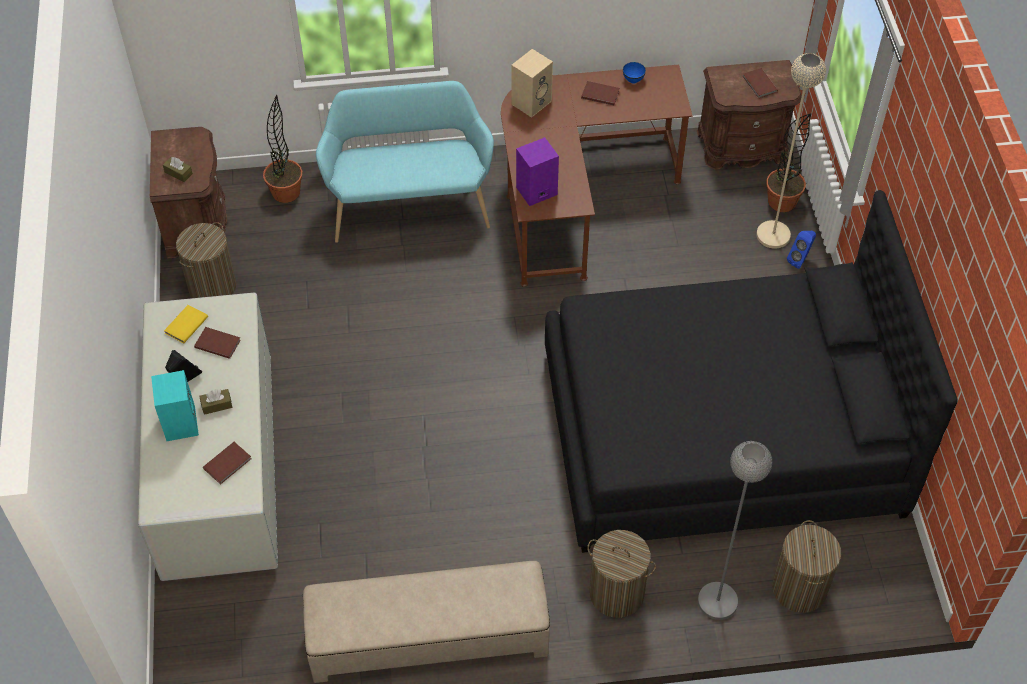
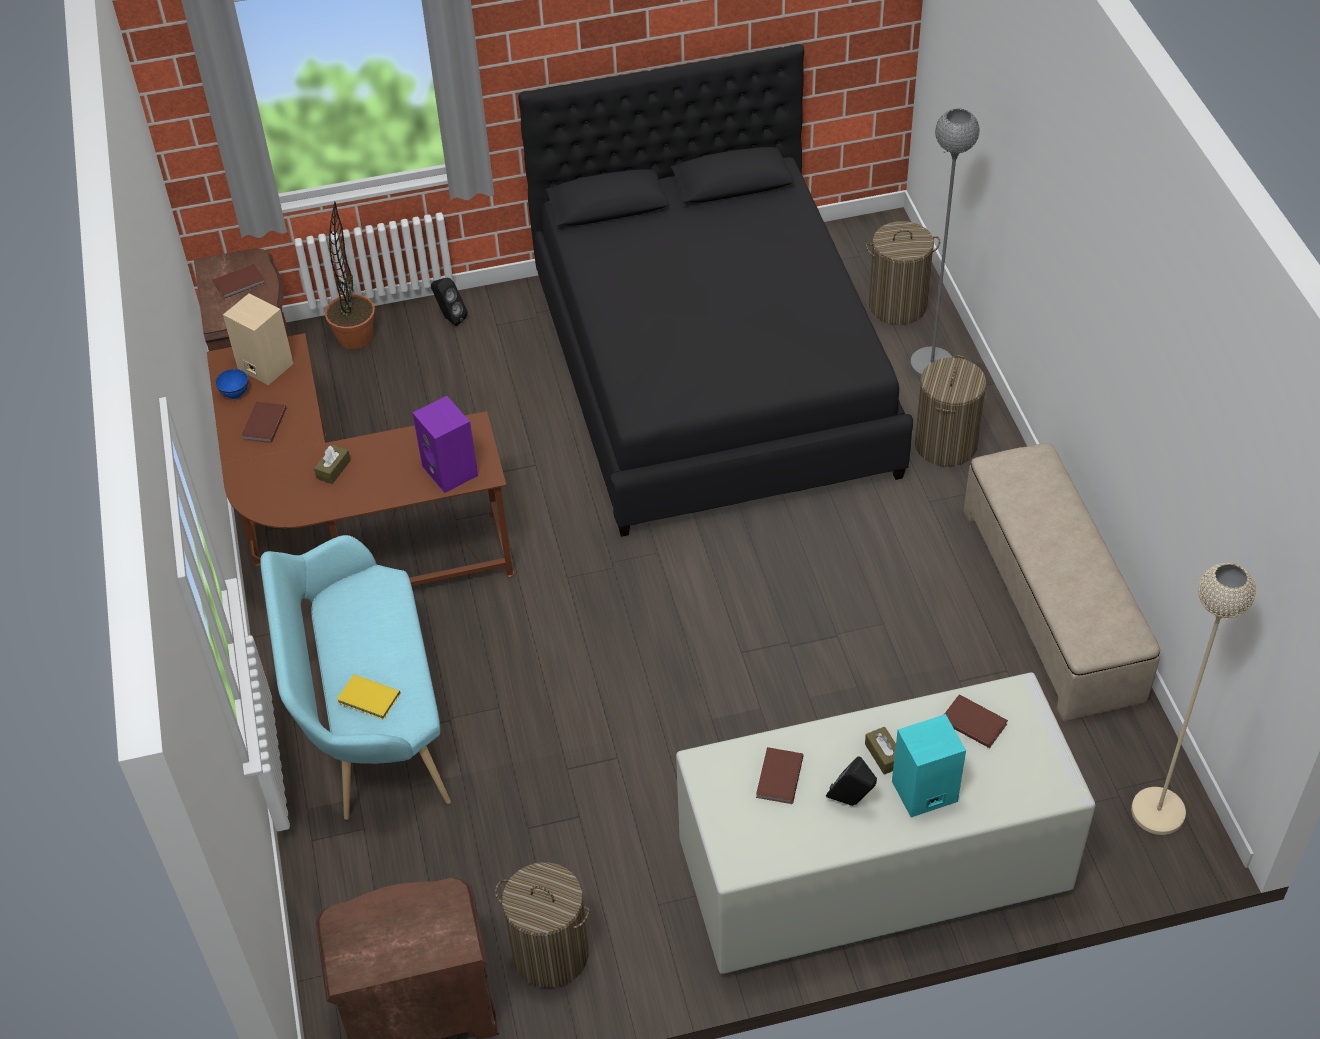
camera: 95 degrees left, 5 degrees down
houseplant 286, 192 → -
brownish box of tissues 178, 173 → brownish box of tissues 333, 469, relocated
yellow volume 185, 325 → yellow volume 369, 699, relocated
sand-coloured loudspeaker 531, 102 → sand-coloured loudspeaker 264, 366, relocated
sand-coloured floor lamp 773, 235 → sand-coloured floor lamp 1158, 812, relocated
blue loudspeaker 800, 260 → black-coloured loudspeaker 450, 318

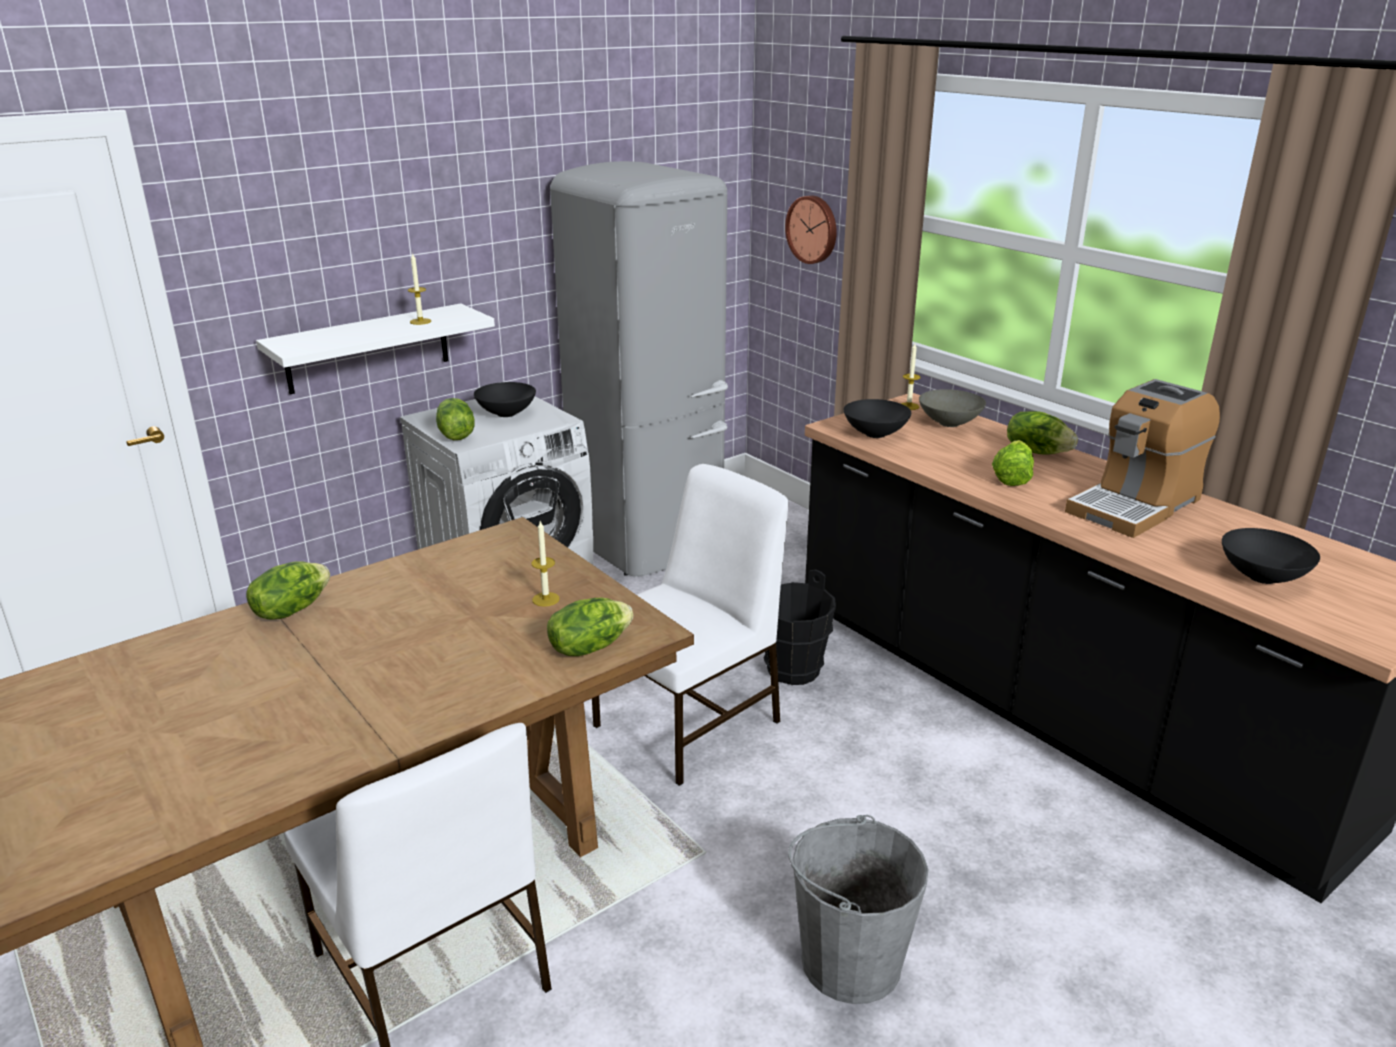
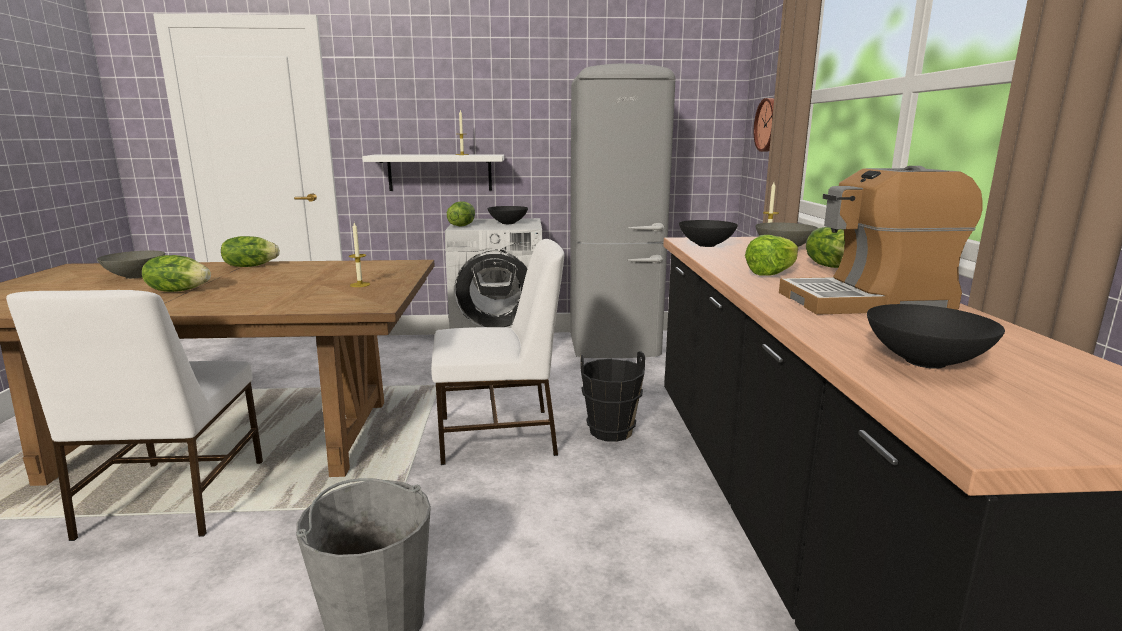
camera: 35 degrees right, 10 degrees down
- → greyish bowl 135, 276
head of lettuce 589, 647 → head of lettuce 178, 290, relocated

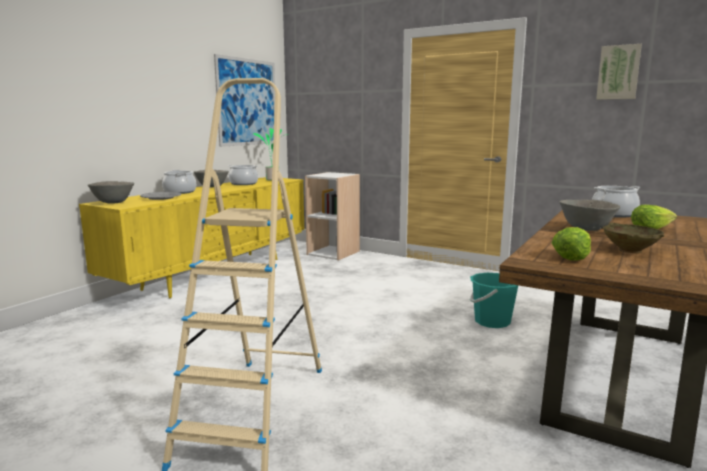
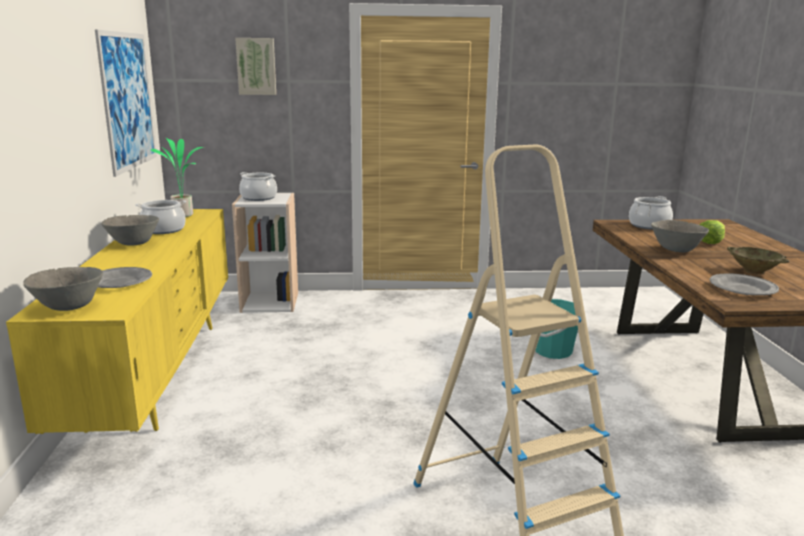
camera: 35 degrees left, 5 degrees up
cooking pot 180, 192 → cooking pot 259, 198, relocated
picture 618, 72 → picture 256, 66, relocated
head of lettuce 571, 257 → greyish plate 742, 289

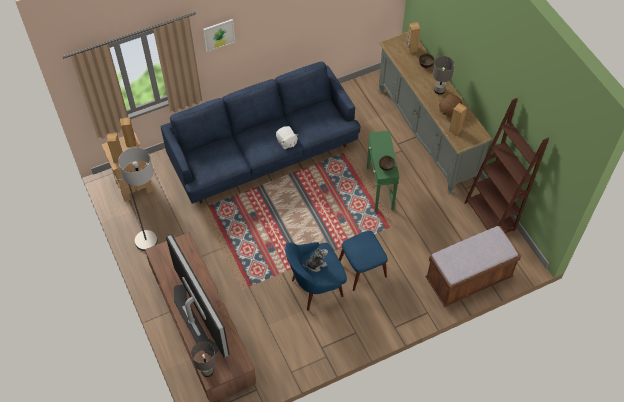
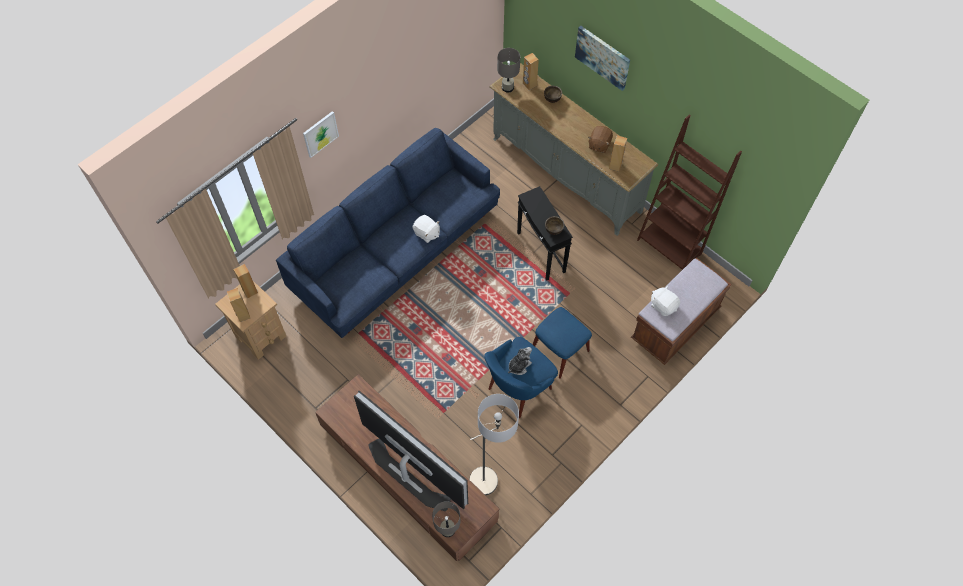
camera: 20 degrees left, 5 degrees up
- → picture 602, 57
- → white soft toy 663, 305
greyish floor lamp 153, 240 → greyish floor lamp 491, 477, relocated
greyish table lamp 439, 90 → greyish table lamp 507, 87, relocated
green accent table 379, 188 → black-coloured accent table 540, 252

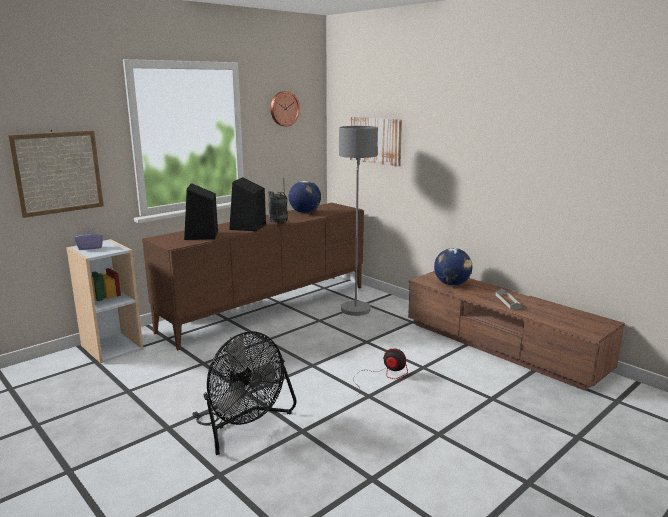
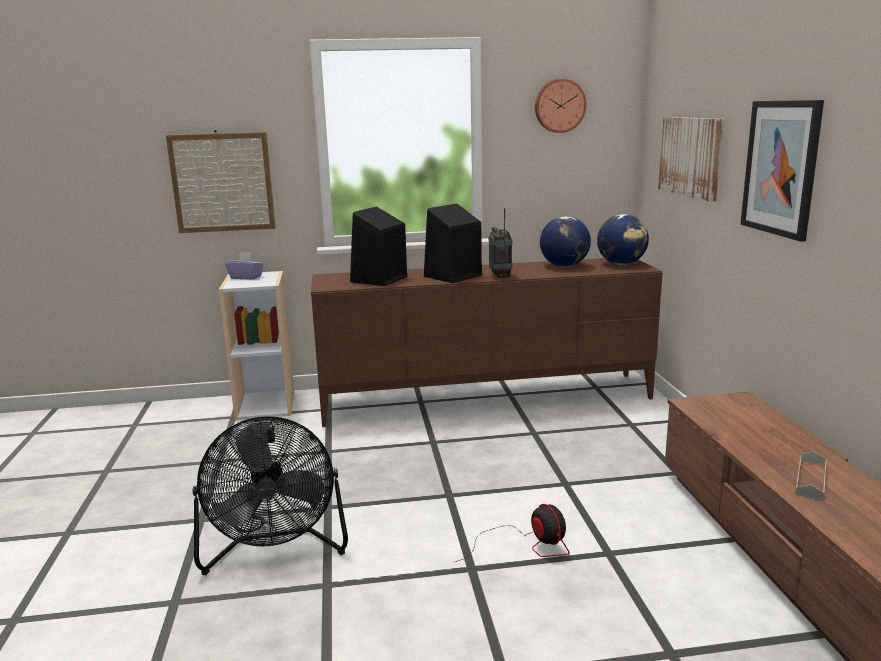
camera: 35 degrees right, 0 degrees up
greyish floor lamp 355, 306 → -
- → picture 781, 168
globe 452, 284 → globe 621, 264, relocated

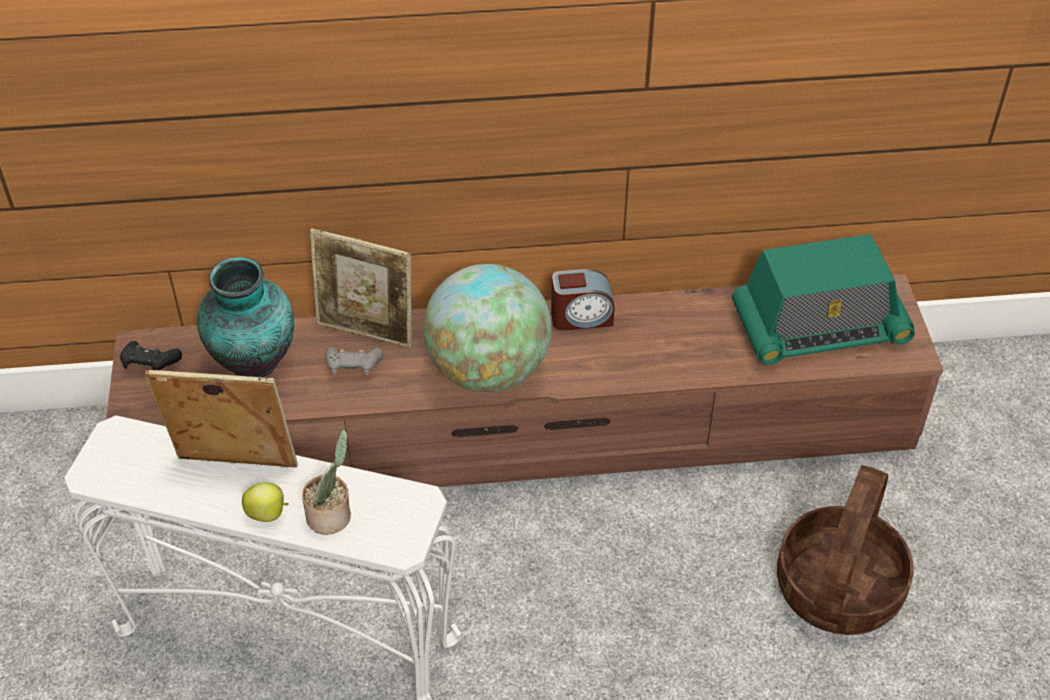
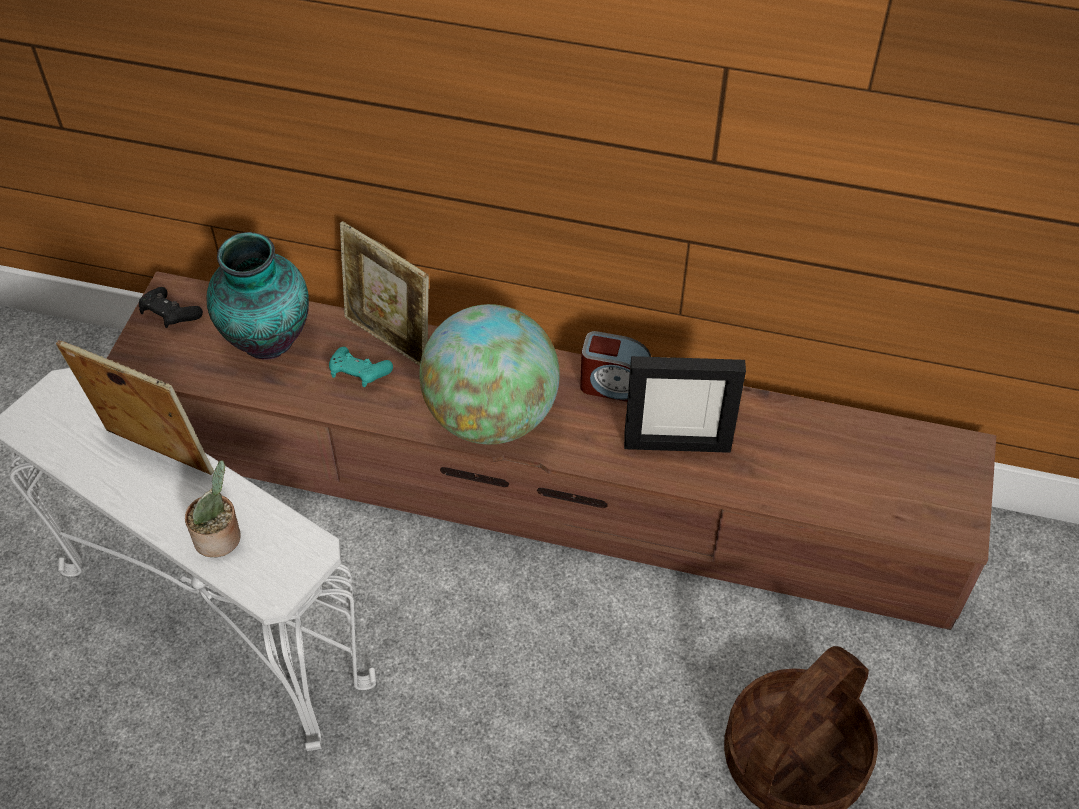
camera: 20 degrees right, 5 degrees up
apple fruit 268, 514 → -
radio 819, 327 → -
- → standing frame 677, 443
greyish game controller 353, 368 → turquoise game controller 359, 374

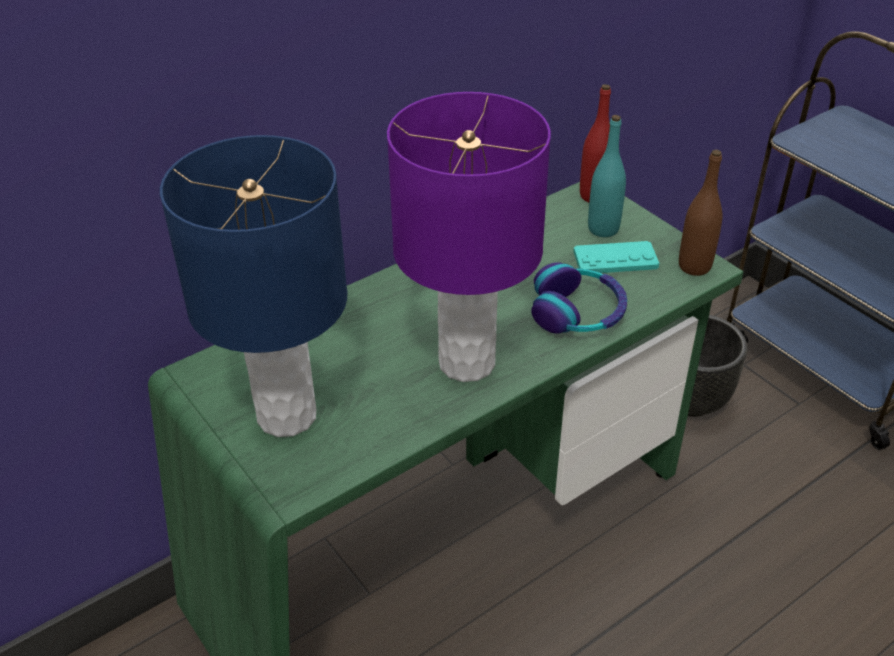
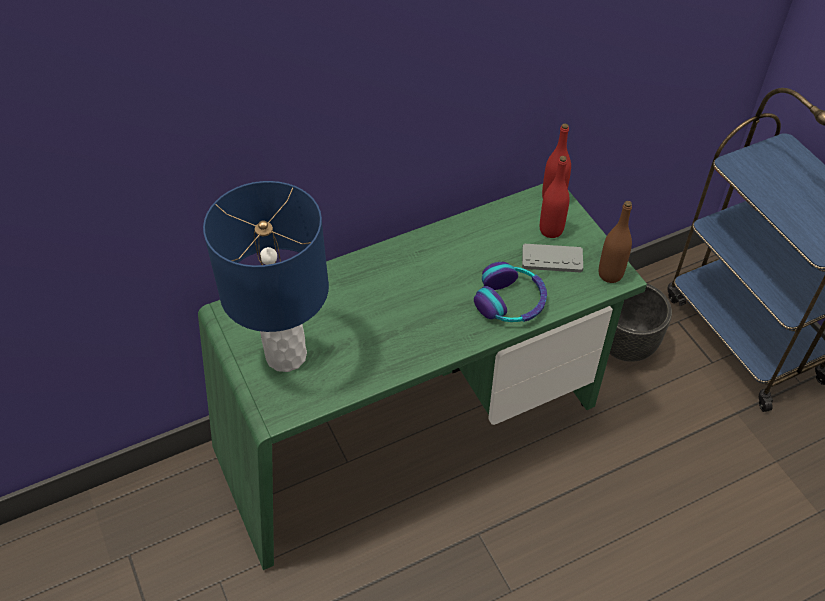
camera: 10 degrees right, 10 degrees up
purple table lamp 466, 363 → -
turquoise game controller 615, 259 → greyish game controller 552, 259
turquoise beverage bottle 603, 229 → red-coloured beverage bottle 551, 230

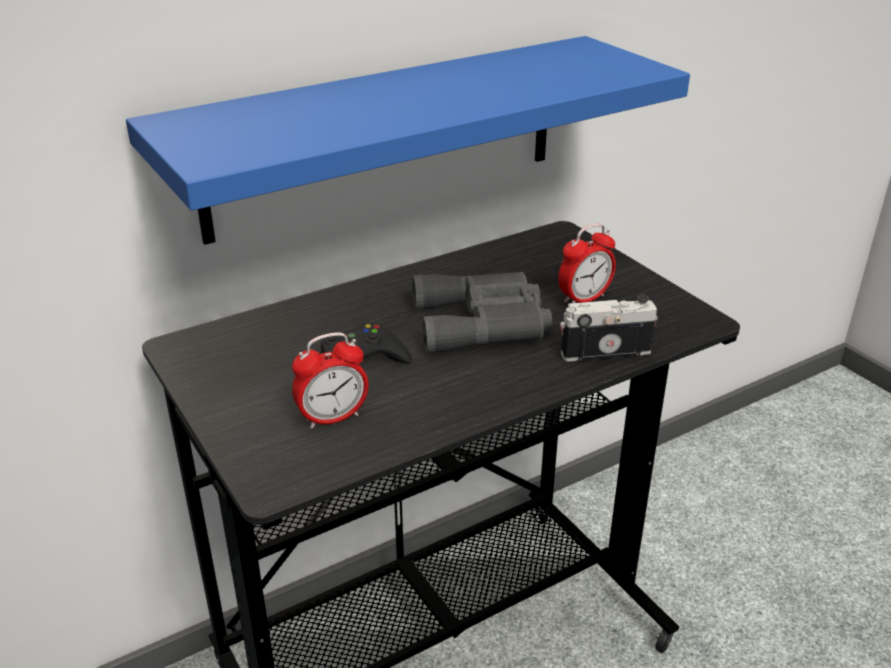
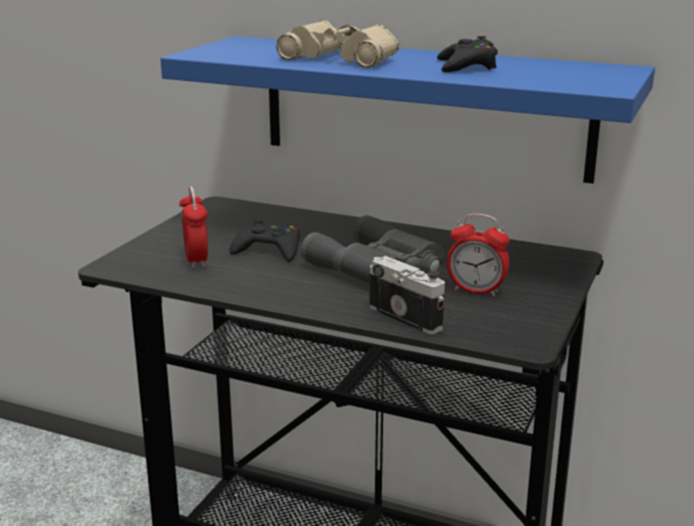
camera: 55 degrees right, 10 degrees down
- → sand-coloured field glasses 342, 58
- → black-coloured game controller 466, 66
alarm clock 332, 418 → alarm clock 196, 260, 135 degrees counterclockwise

